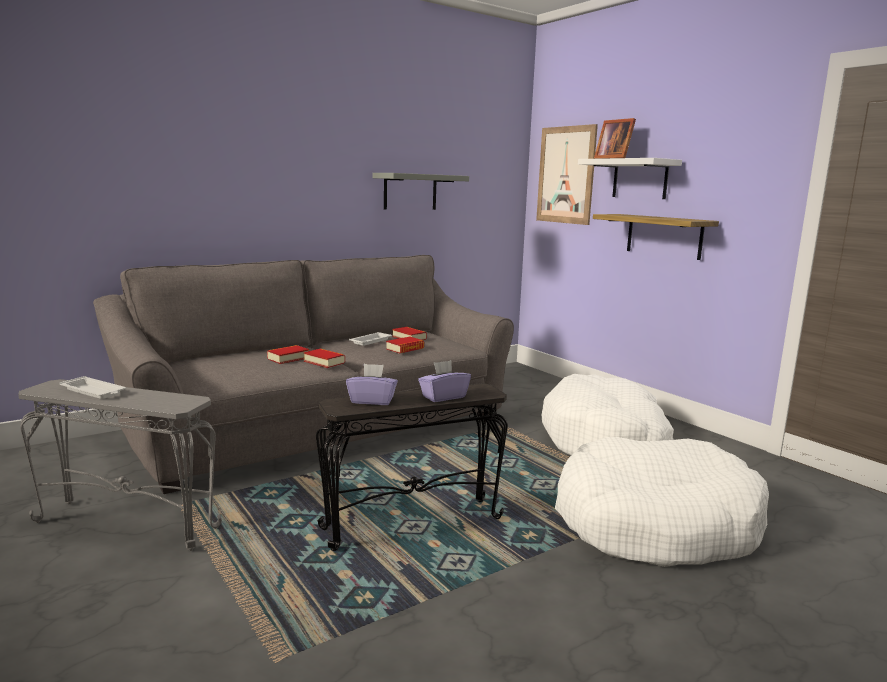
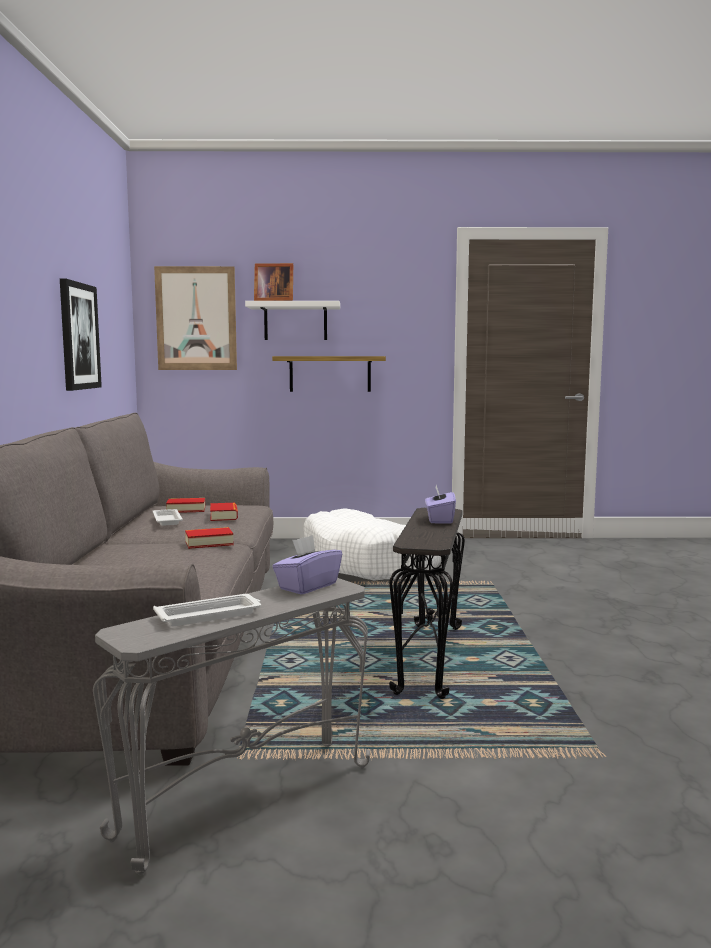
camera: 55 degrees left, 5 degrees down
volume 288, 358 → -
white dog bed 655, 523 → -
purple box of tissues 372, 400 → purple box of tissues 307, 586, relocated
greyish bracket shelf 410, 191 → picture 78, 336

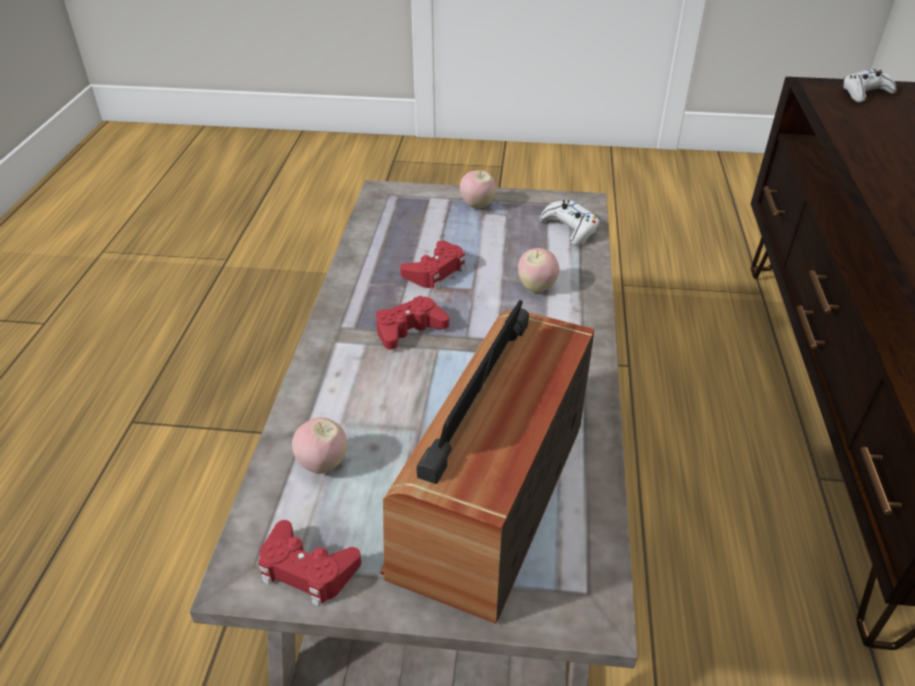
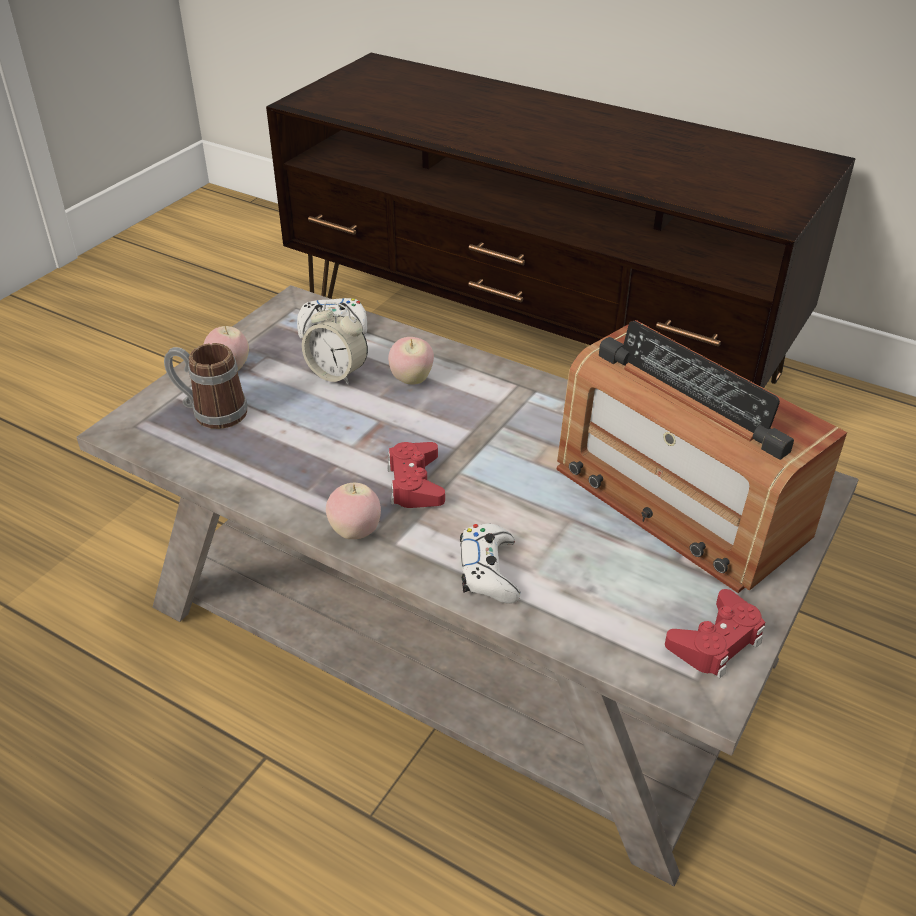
camera: 65 degrees left, 0 degrees up
red-coloured game controller 435, 271 → -
- → mug 210, 412
- → alarm clock 337, 373
apple fruit 322, 464 → apple fruit 355, 532, relocated
white game controller 865, 93 → white game controller 489, 571, relocated

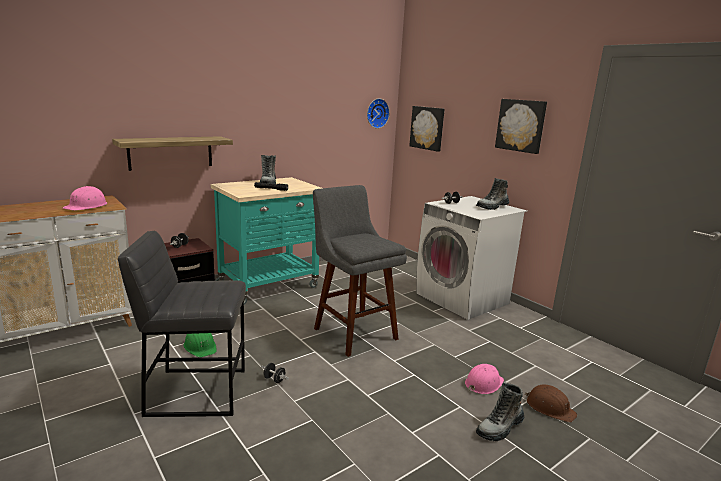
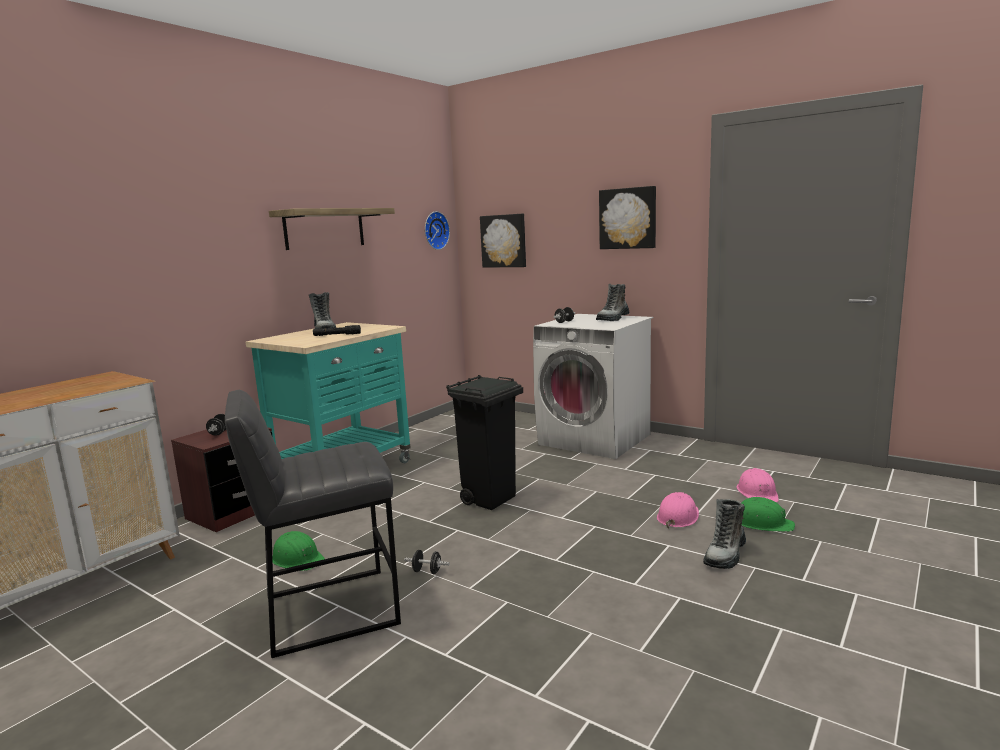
camera: 15 degrees left, 5 degrees down
pinkish work helmet 87, 206 → pinkish work helmet 757, 493, relocated
bracket shelf 171, 152 → bracket shelf 324, 229, relocated
greyish stool seat 353, 332 → black-coloured trash can 490, 499
brownish work helmet 549, 408 → green work helmet 762, 523

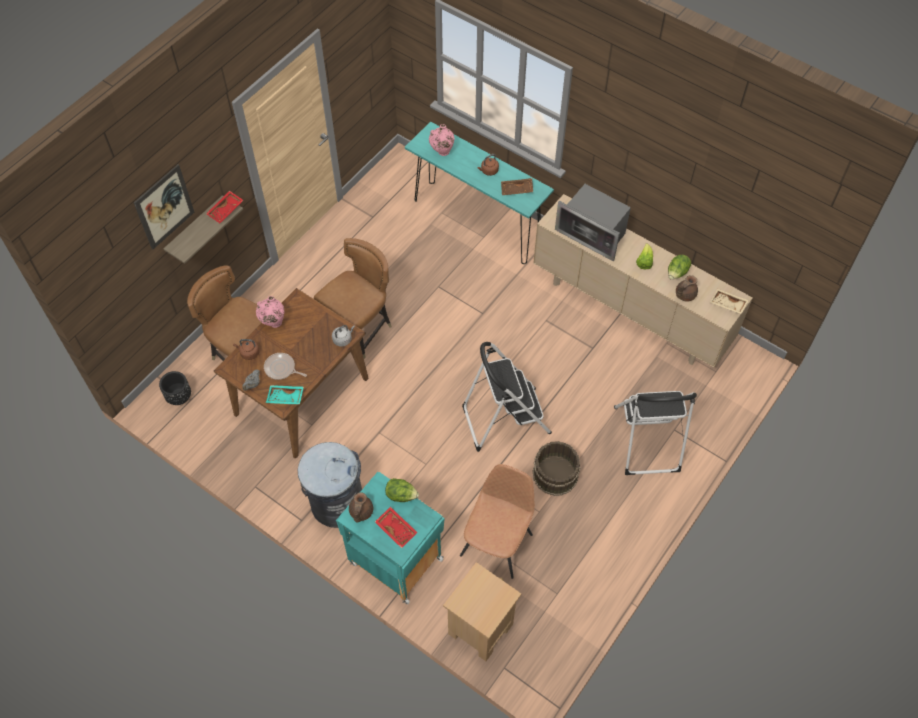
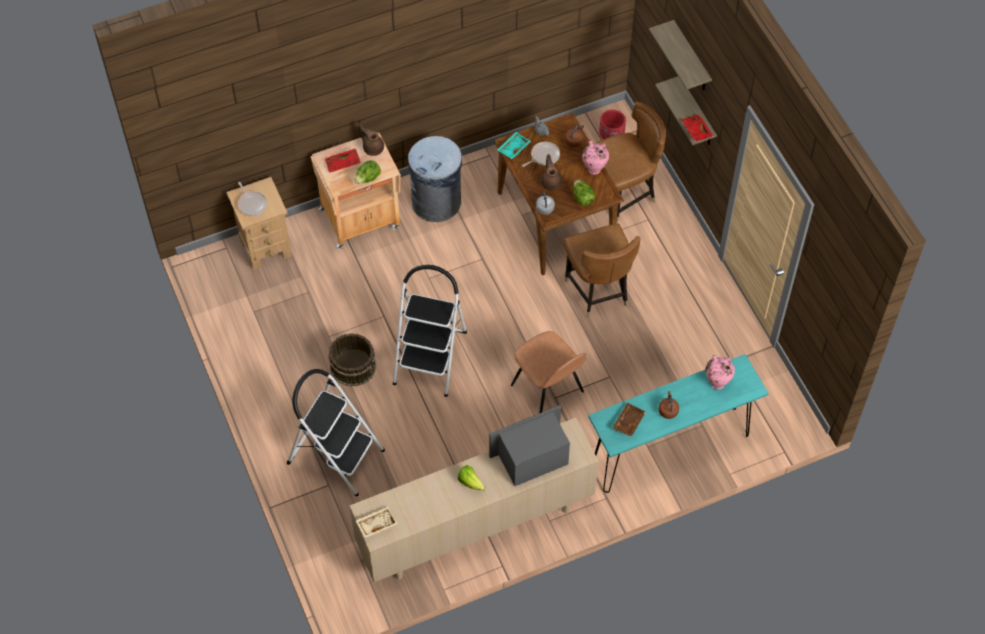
camera: 120 degrees right, 0 degrees up
- → skillet 252, 204
brownish chair 497, 543 → brownish chair 548, 390, relocated
head of lettuce 677, 273 → head of lettuce 582, 198, relocated
brownish tea pot 684, 295 → brownish tea pot 551, 182, relocated
picture 164, 207 → bracket shelf 691, 58
black-coloured planter 179, 396 → red-coloured planter 611, 136
turquoise cart 394, 559 → brownish cart 361, 218

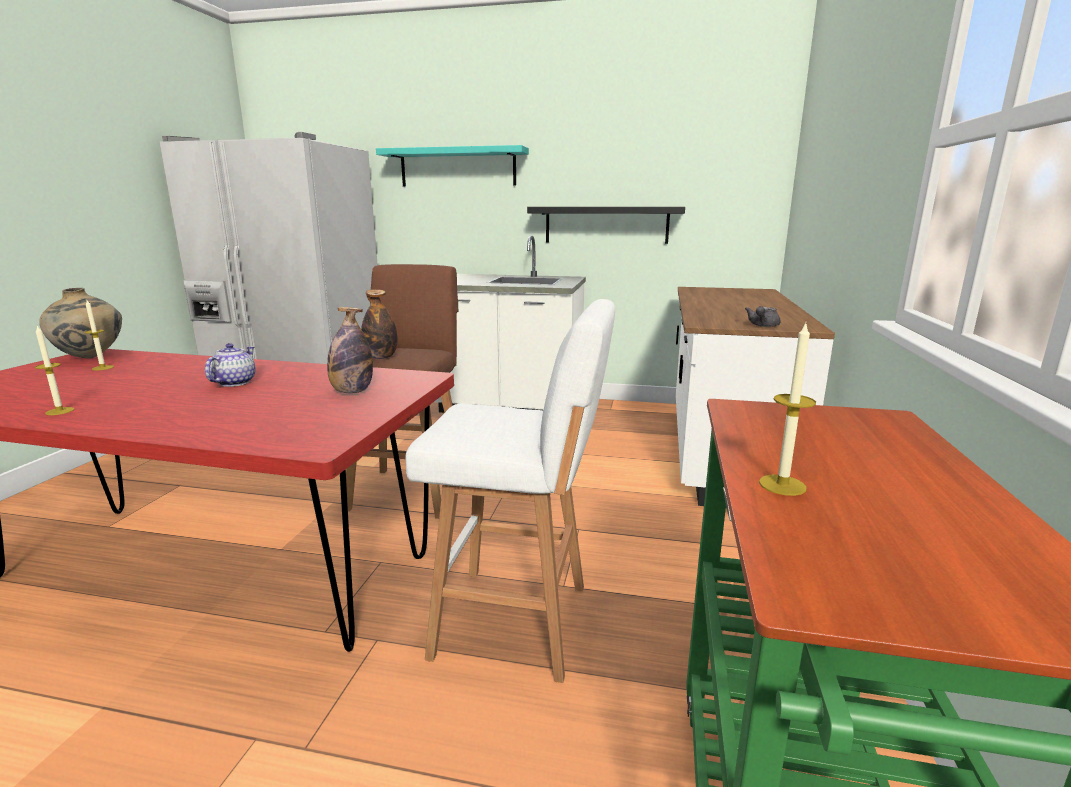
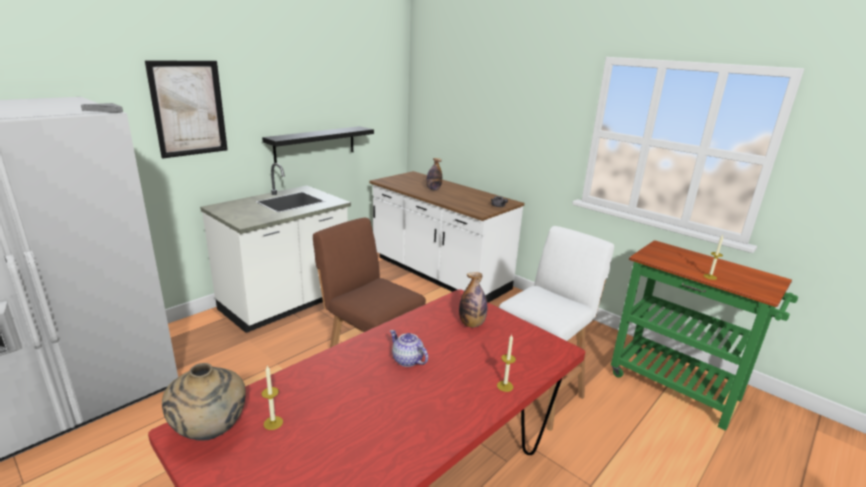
camera: 60 degrees left, 5 degrees up
candle 60, 411 → candle 505, 386, relocated
beverage bottle 381, 357 → beverage bottle 433, 189, relocated
turquoise bracket shelf 457, 167 → picture 189, 108

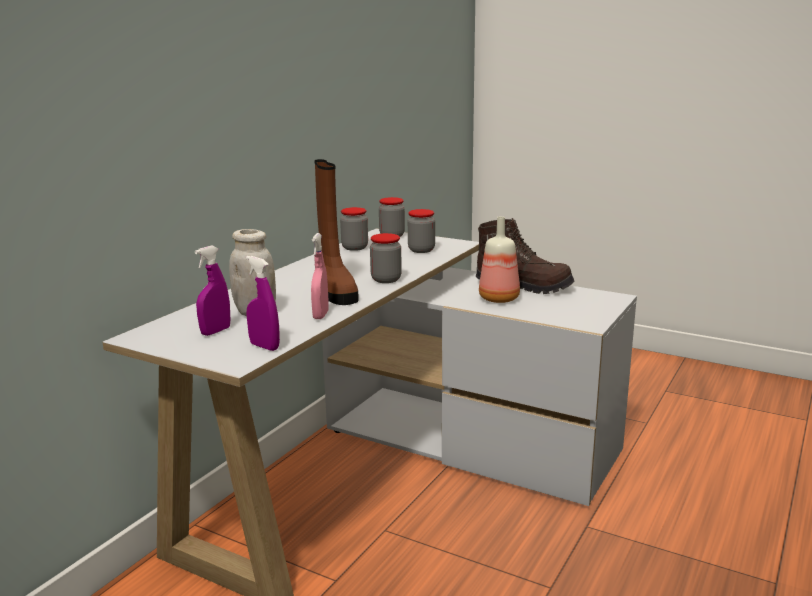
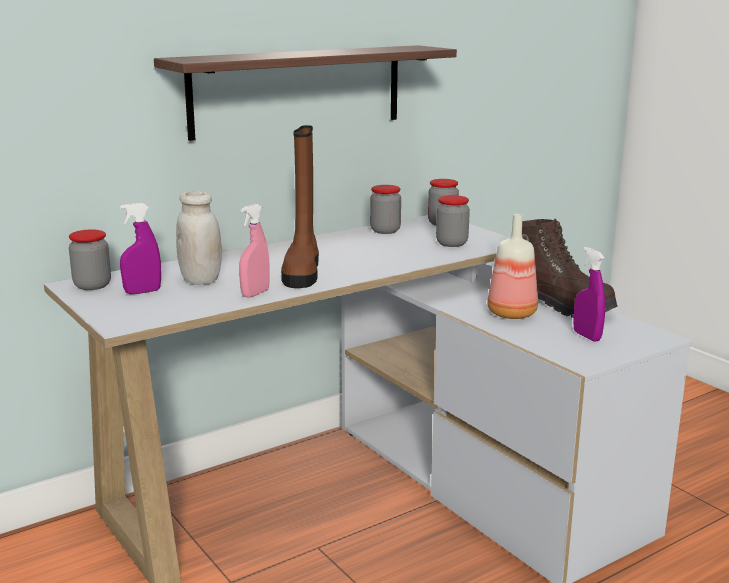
camera: 25 degrees right, 0 degrees up
- → bracket shelf 298, 90
purple hand sprayer 264, 346 → purple hand sprayer 586, 336, relocated
storage jar 386, 279 → storage jar 92, 285, relocated

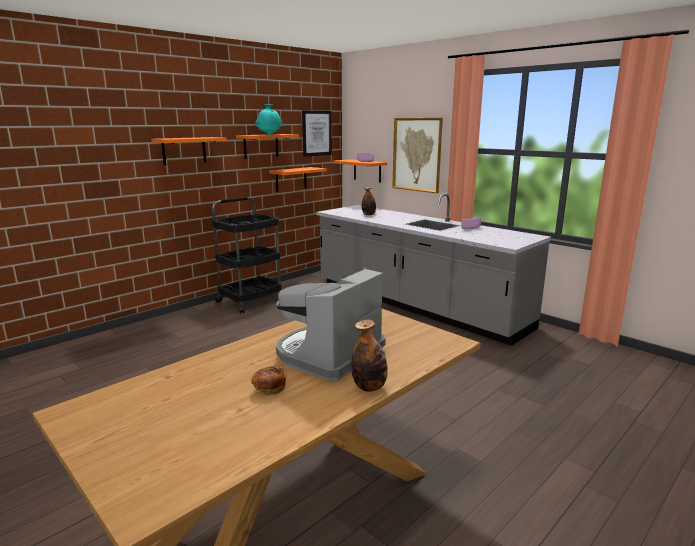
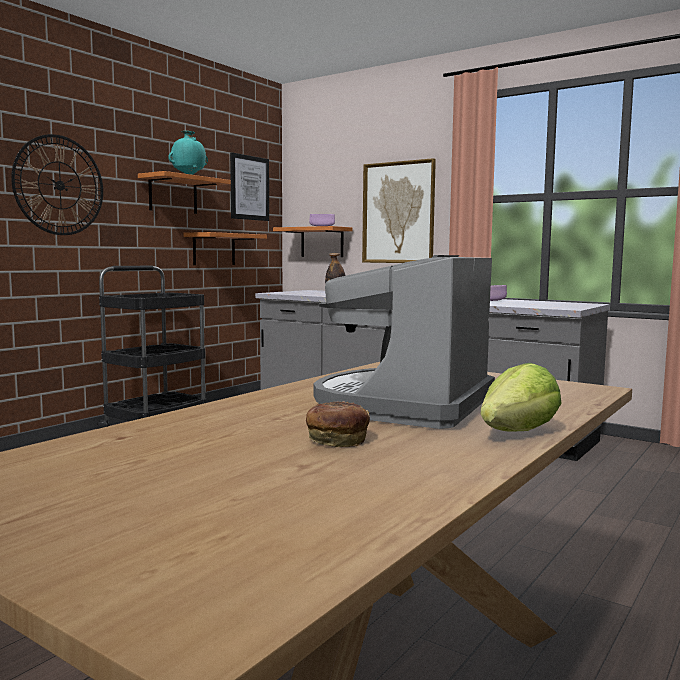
camera: 10 degrees left, 10 degrees down
orange-coloured bracket shelf 184, 150 → hanging clock 59, 185
beverage bottle 369, 387 → head of lettuce 517, 432

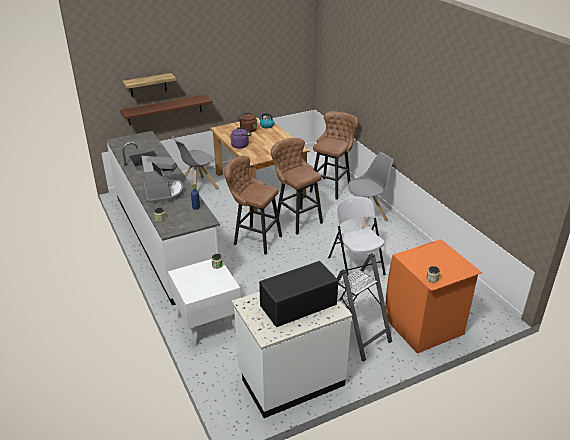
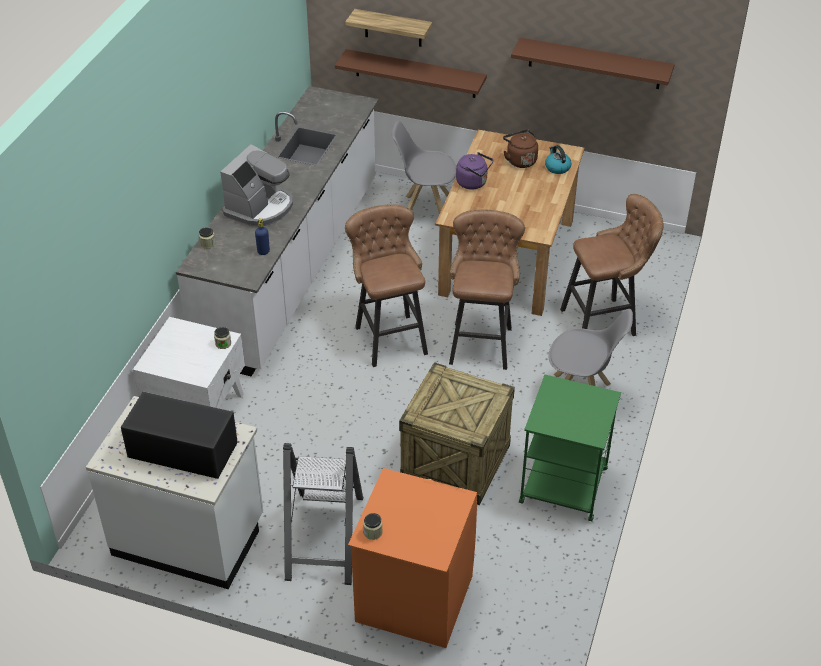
camera: 45 degrees right, 10 degrees up
- → brownish bracket shelf 594, 63
- → green cart 563, 486
white chair 356, 266 → packing crate 456, 460

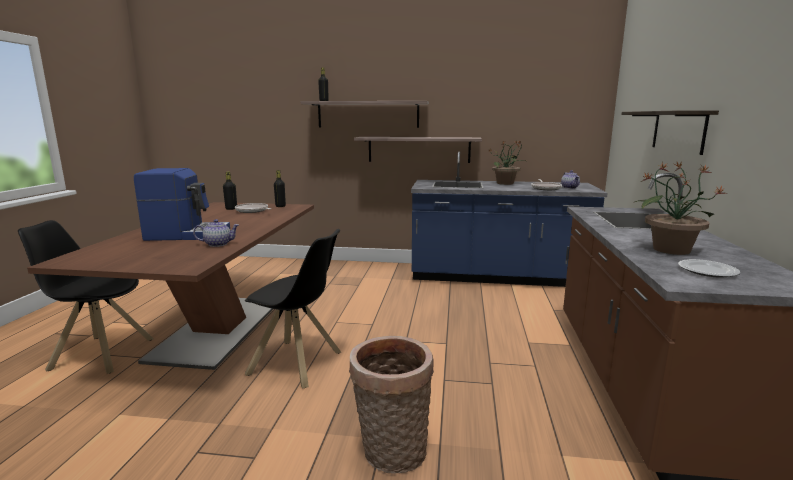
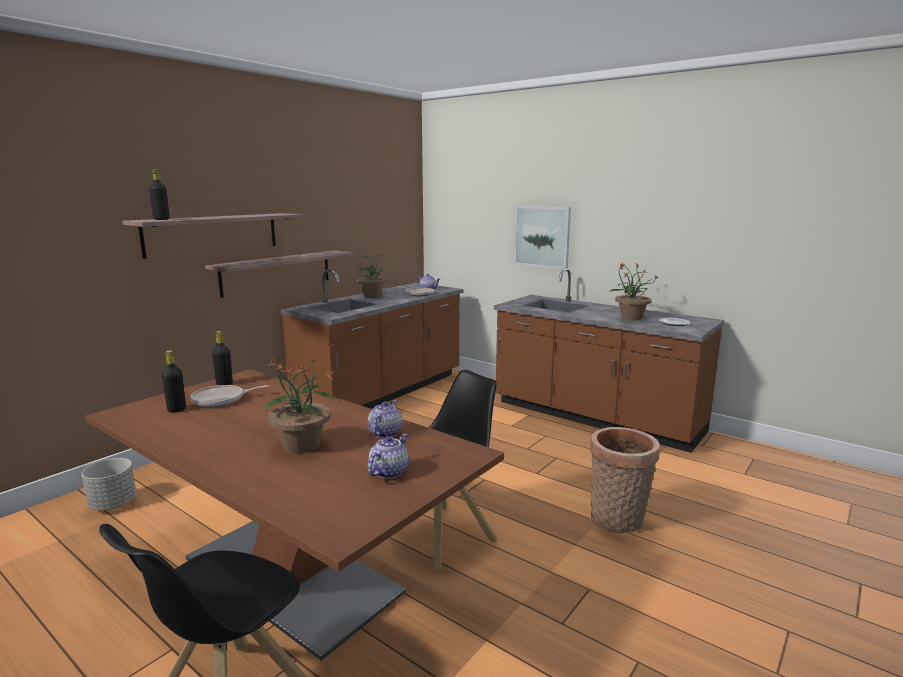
camera: 60 degrees left, 0 degrees up
- → greyish planter 113, 504
- → tea pot 388, 472
coffee brewer 187, 234 → houseplant 302, 446
bracket shelf 678, 131 → picture 542, 236
blue kitchen counter 497, 277 → brownish kitchen counter 383, 393

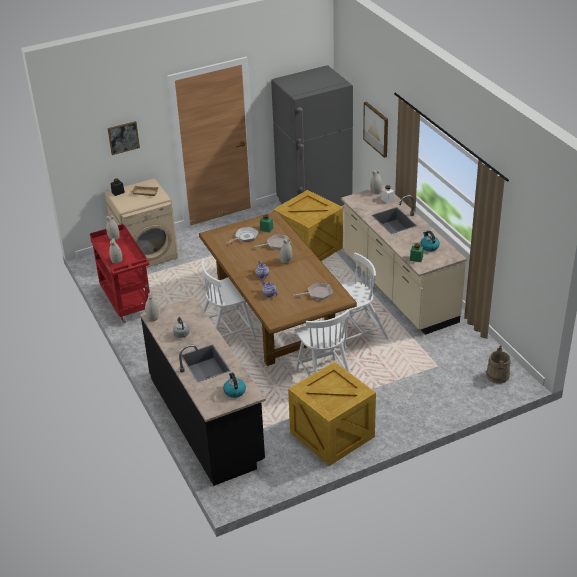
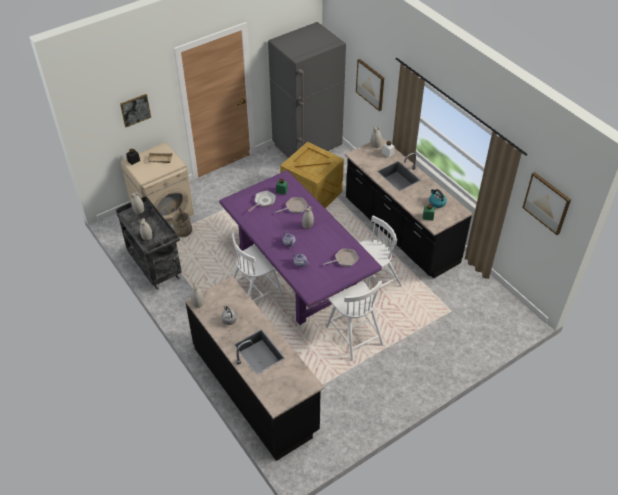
camera: 10 degrees left, 10 degrees up
kettle 234, 391 → -
packing crate 330, 434 → -
- → picture 547, 203
sand-coloured bucket 497, 375 → sand-coloured bucket 183, 231, relocated
red-coloured cart 127, 305 → black-coloured cart 156, 269
brownish kitchen table 275, 319 → purple kitchen table 297, 274
sand-coloured kitchen counter 398, 289 → black-coloured kitchen counter 400, 232

